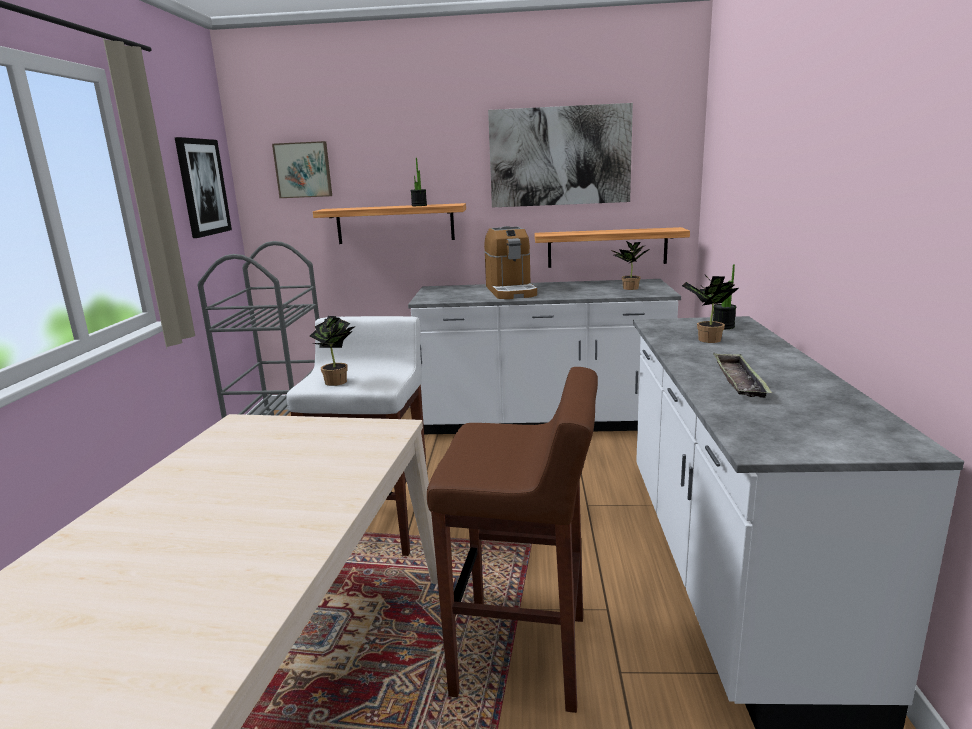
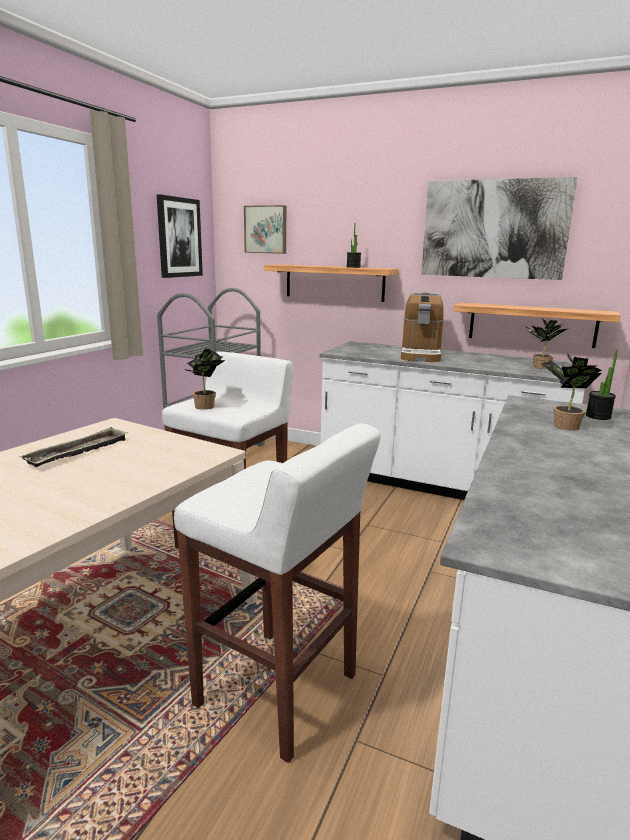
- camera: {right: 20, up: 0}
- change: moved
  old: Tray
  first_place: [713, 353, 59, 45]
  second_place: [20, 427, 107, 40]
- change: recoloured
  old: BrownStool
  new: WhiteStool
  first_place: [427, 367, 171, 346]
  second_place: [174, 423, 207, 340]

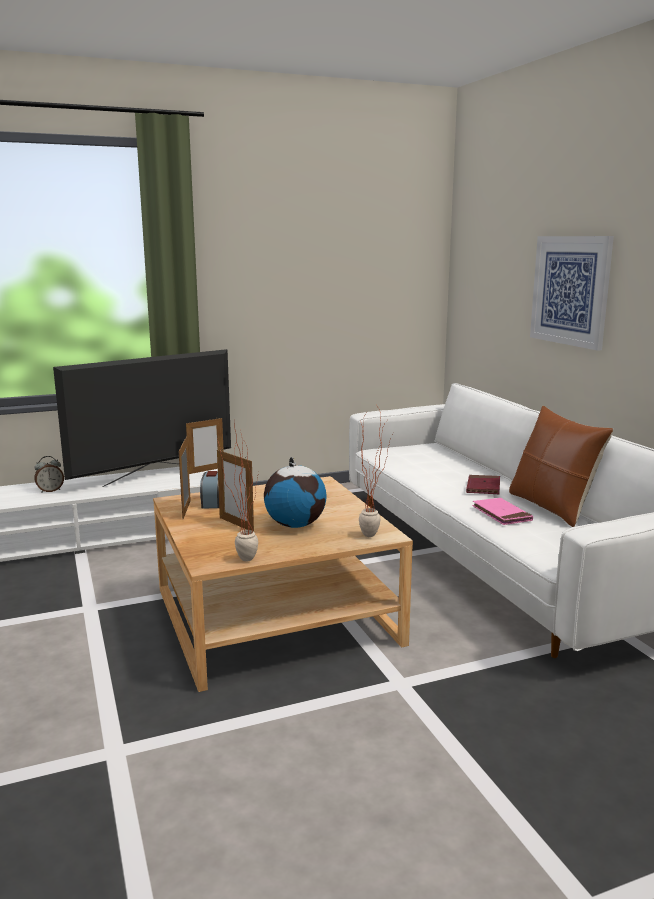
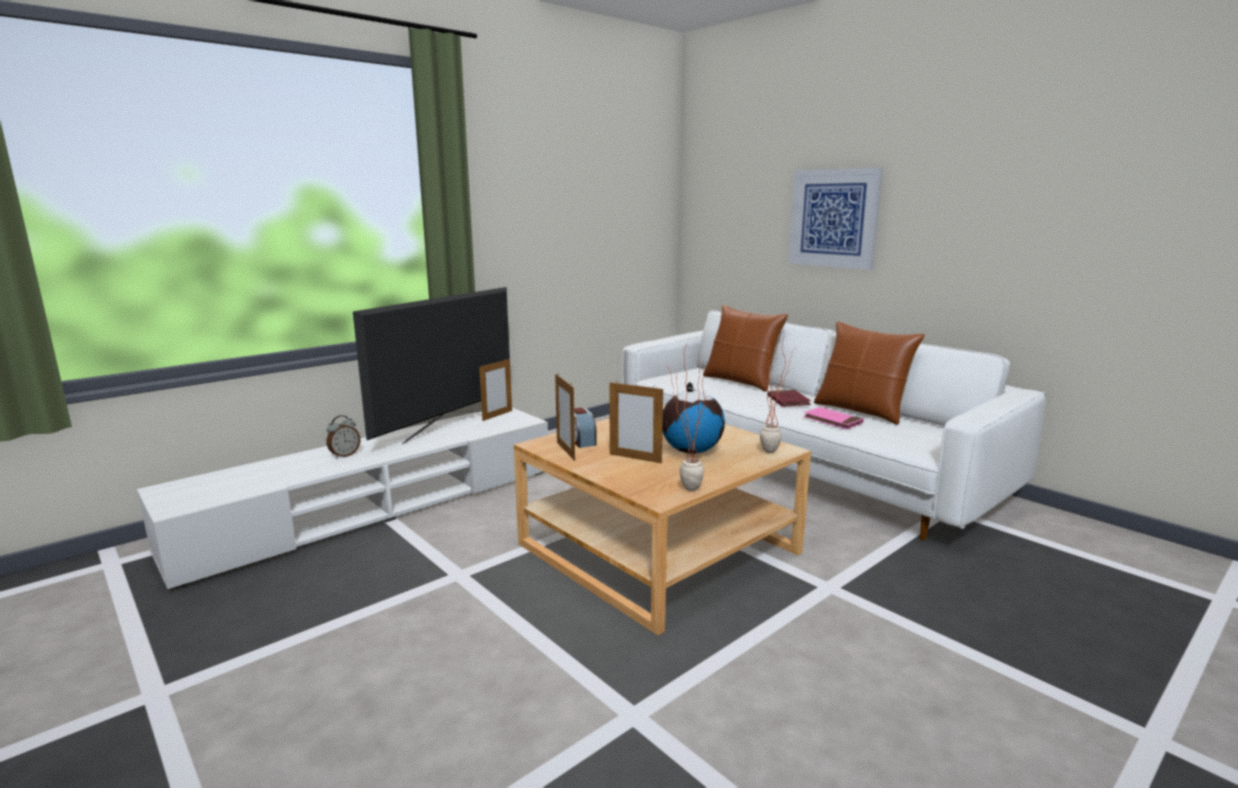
- camera: {right: -20, up: 0}
- change: added
  new: BrownPillow
  second_place: [703, 305, 85, 87]

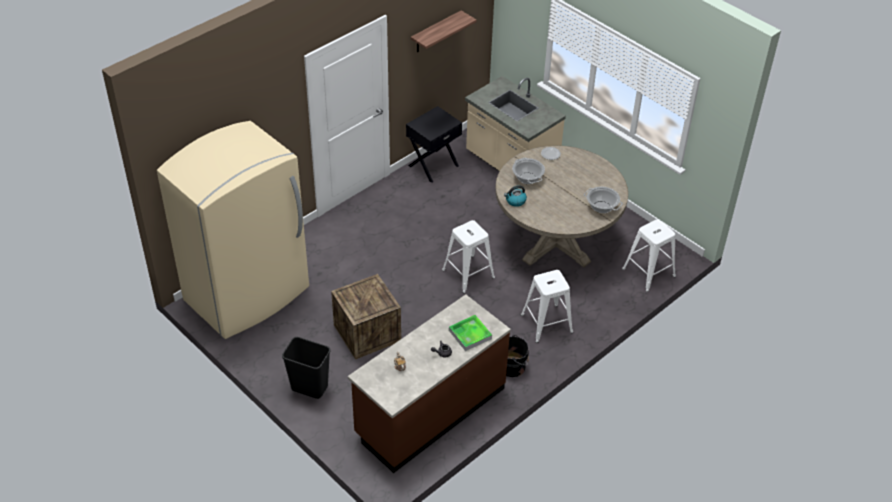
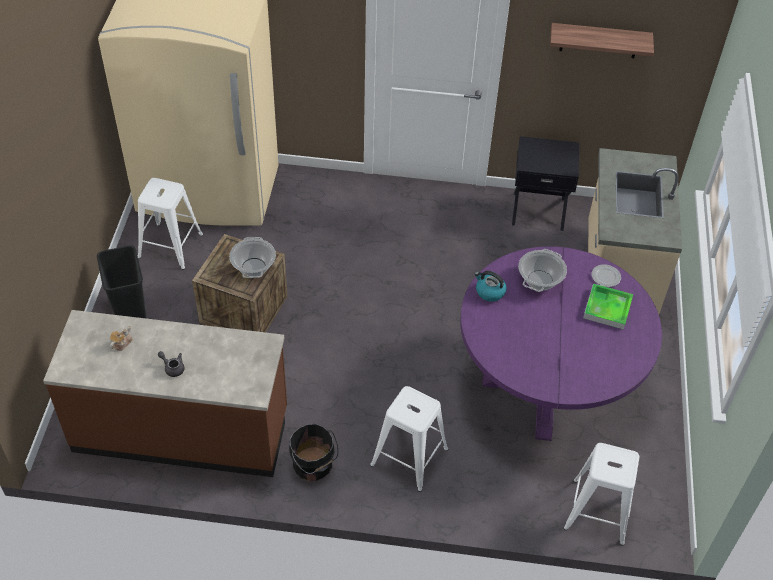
- camera: {right: 50, up: 5}
- change: moved
  old: WhiteStool
  first_place: [442, 220, 53, 73]
  second_place: [138, 178, 65, 92]
- change: moved
  old: Tray
  first_place: [449, 315, 43, 36]
  second_place: [583, 283, 50, 47]
- change: moved
  old: CookingPot
  first_place: [584, 187, 39, 26]
  second_place: [229, 237, 47, 41]
- change: recoloured
  old: BeigeDiningTable
  new: PurpleDiningTable
  first_place: [495, 146, 133, 121]
  second_place: [460, 246, 202, 195]

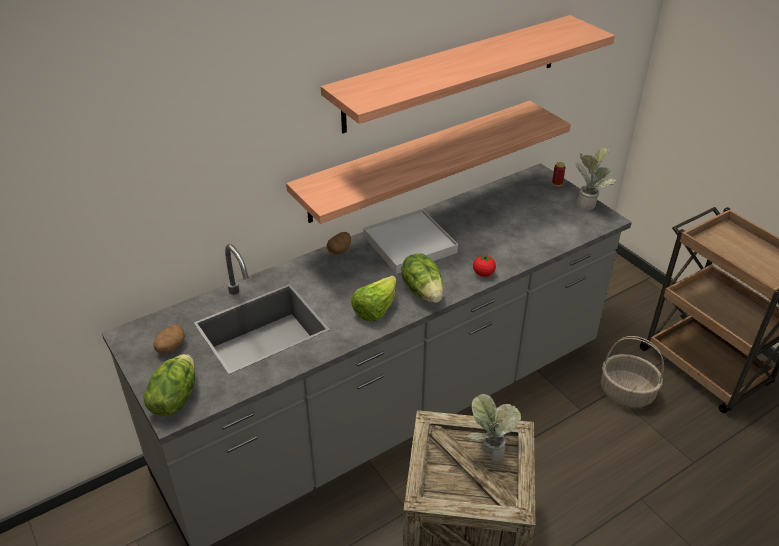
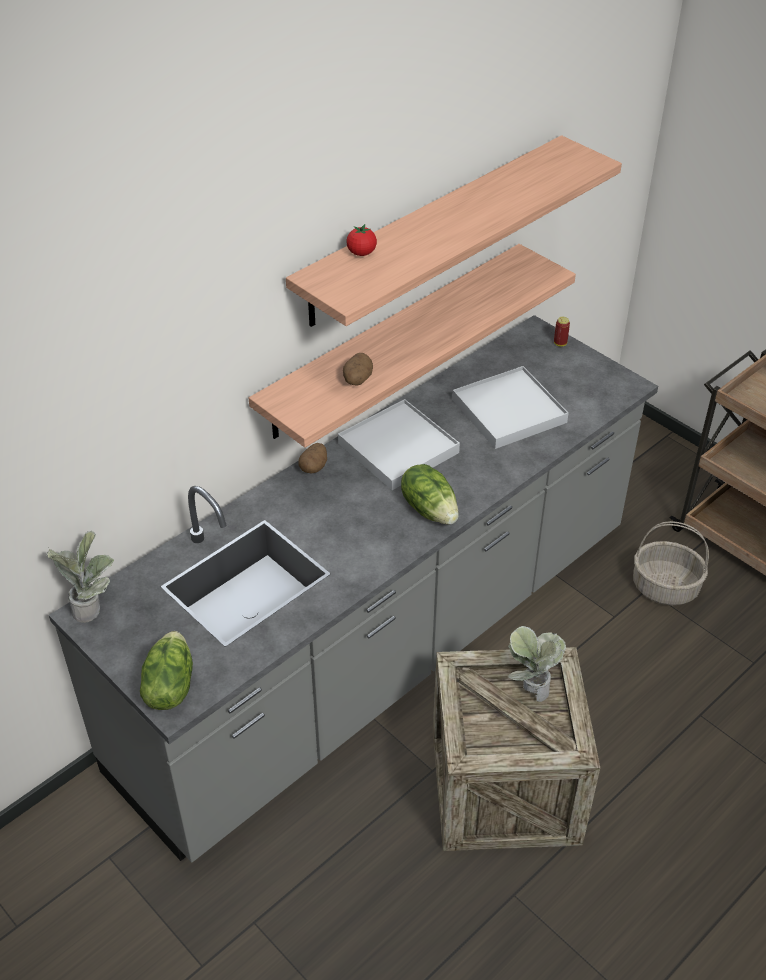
- camera: {right: -10, up: 5}
- change: removed
  old: Lettuce
  first_place: [351, 275, 45, 47]
- change: added
  new: WhiteTray
  second_place: [452, 366, 117, 83]
- change: moved
  old: Potato
  first_place: [153, 325, 32, 29]
  second_place: [343, 353, 30, 32]
- change: moved
  old: Tomato
  first_place: [473, 254, 23, 23]
  second_place: [346, 224, 31, 32]
- change: moved
  old: PottedPlant
  first_place: [575, 148, 41, 63]
  second_place: [47, 531, 67, 92]

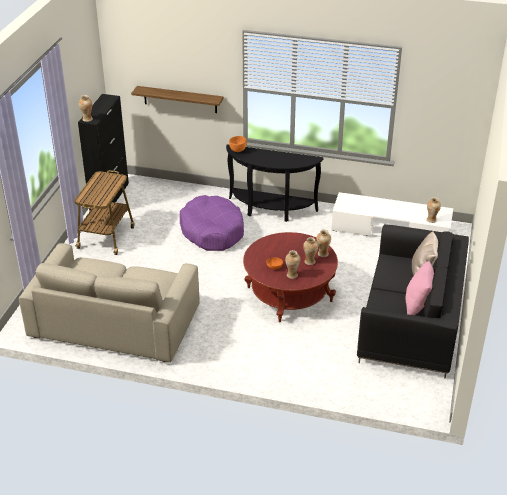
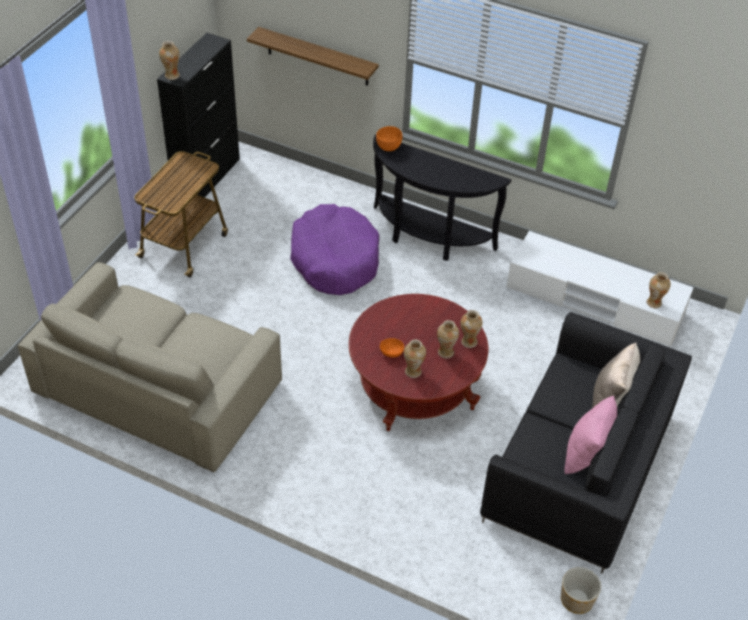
- camera: {right: 10, up: 10}
- change: added
  new: Planter
  second_place: [561, 567, 40, 47]

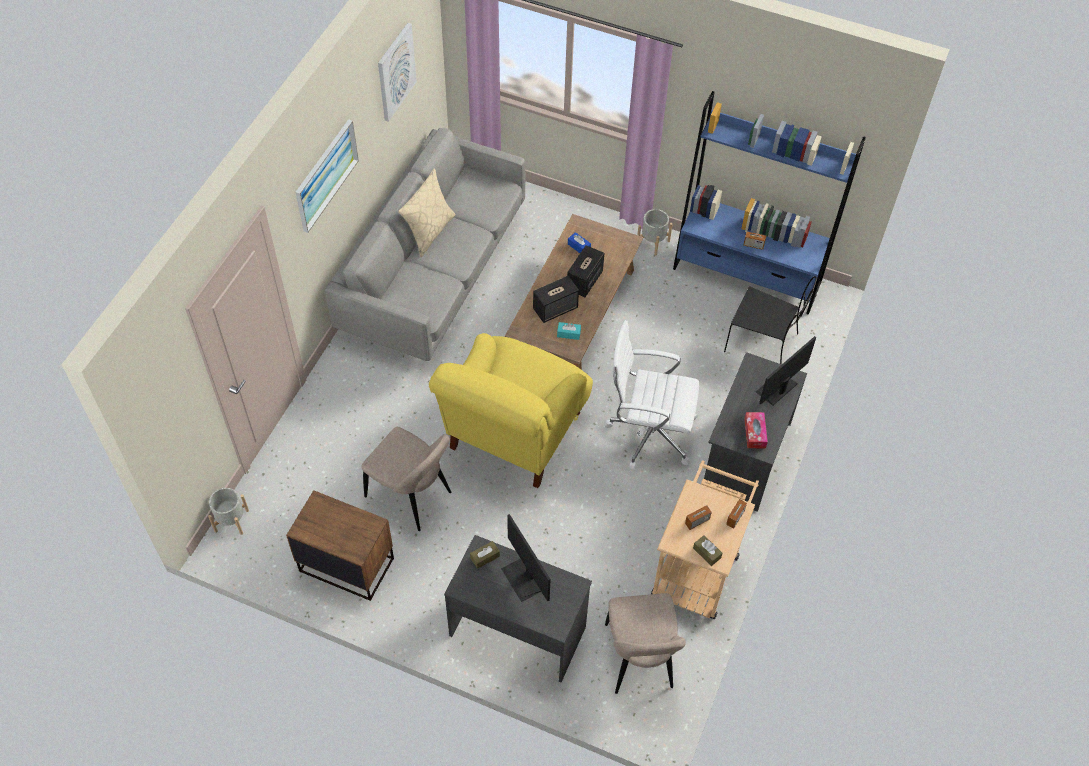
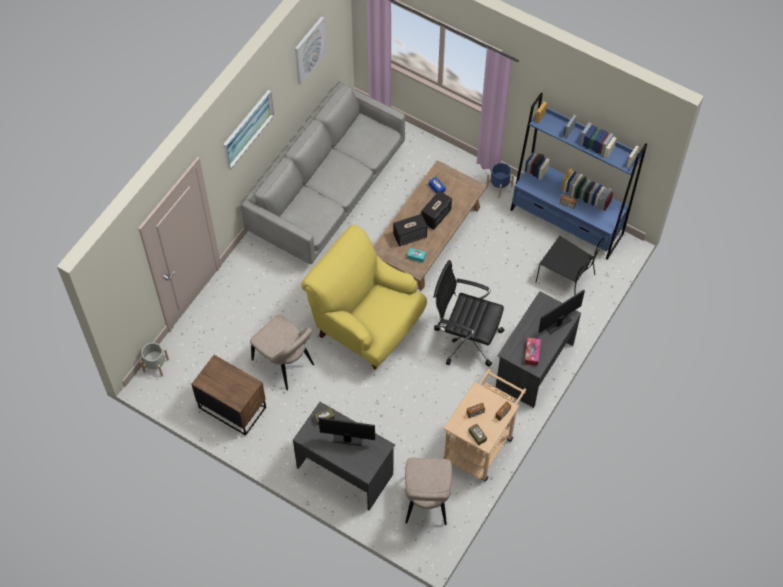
- camera: {right: 10, up: 5}
- change: removed
  old: BeigePillow
  first_place: [398, 168, 58, 89]
- change: recoloured
  old: WhiteOfficeChair
  new: BlackOfficeChair
  first_place: [604, 320, 95, 150]
  second_place: [433, 260, 71, 107]
- change: recoloured
  old: GreyPlanter
  new: BluePlanter
  first_place: [637, 209, 36, 46]
  second_place: [486, 163, 28, 34]
- change: turned
  old: YellowArmchair
  first_place: [429, 333, 164, 155]
  second_place: [302, 225, 125, 145]
  degrees: 90
- change: turned
  old: Monitor
  first_place: [501, 514, 50, 88]
  second_place: [318, 417, 57, 29]
  degrees: 120

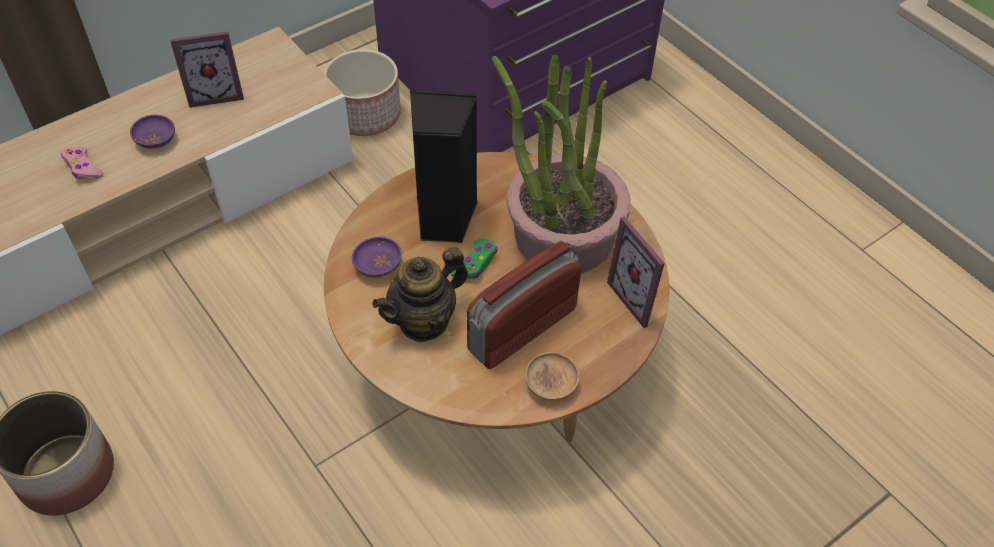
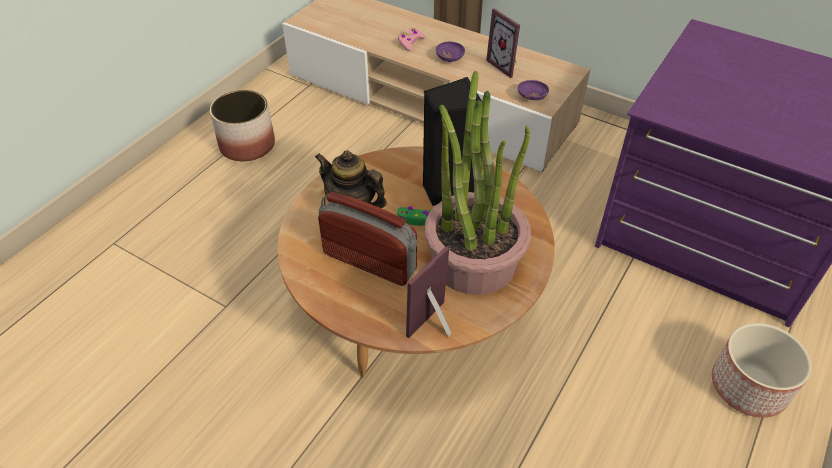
- camera: {right: 70, up: -5}
- change: removed
  old: BrownBowl
  first_place: [525, 352, 55, 49]
- change: moved
  old: Planter
  first_place: [324, 49, 77, 87]
  second_place: [712, 323, 100, 95]
- change: moved
  old: PurpleBowl
  first_place: [352, 237, 50, 40]
  second_place: [518, 80, 31, 20]

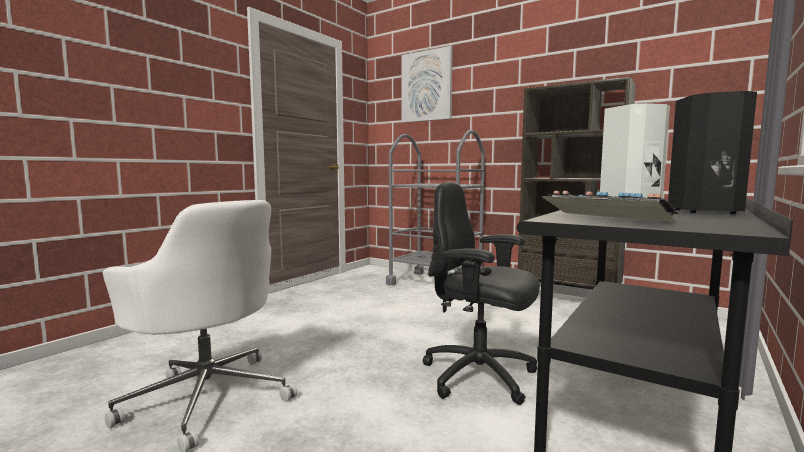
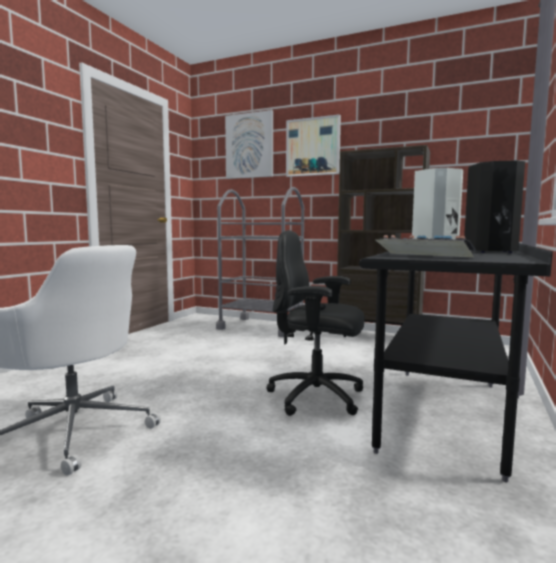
- camera: {right: -10, up: 0}
- change: added
  new: Picture
  second_place: [286, 114, 55, 63]

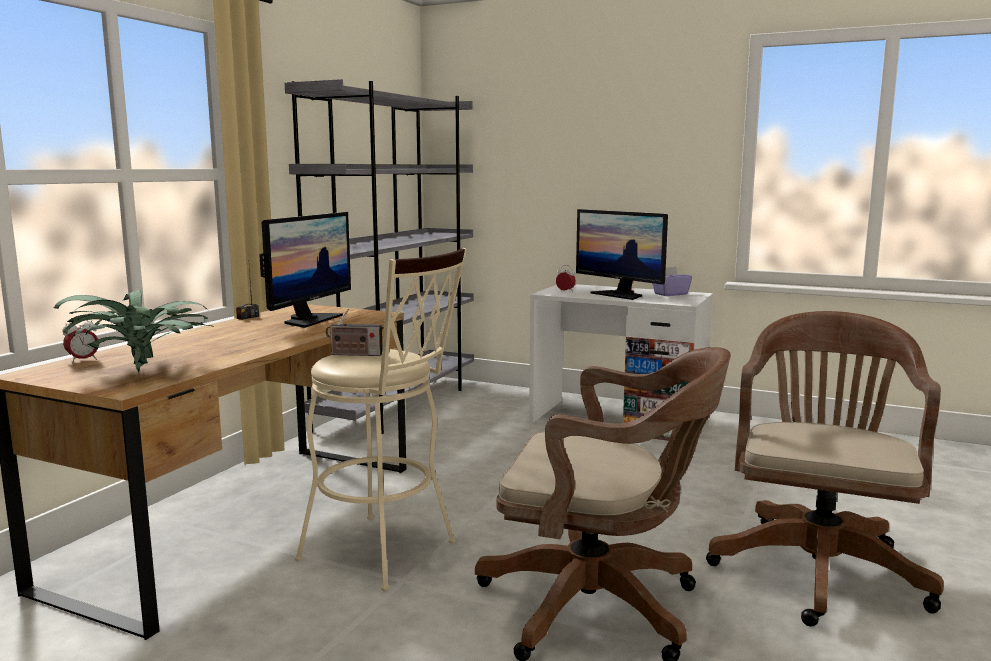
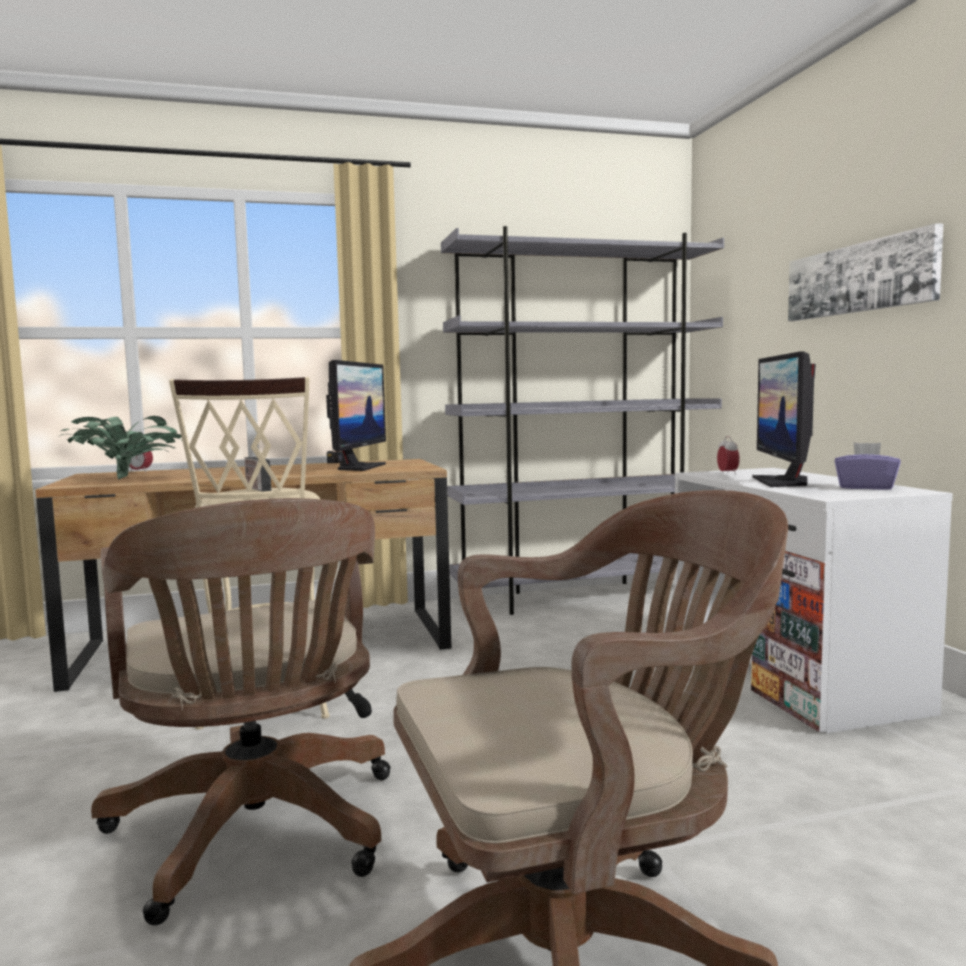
- camera: {right: 50, up: -5}
- change: added
  new: Picture
  second_place: [788, 223, 155, 98]
- change: turned
  old: Monitor
  first_place: [259, 212, 92, 116]
  second_place: [326, 360, 60, 111]
  degrees: -60

